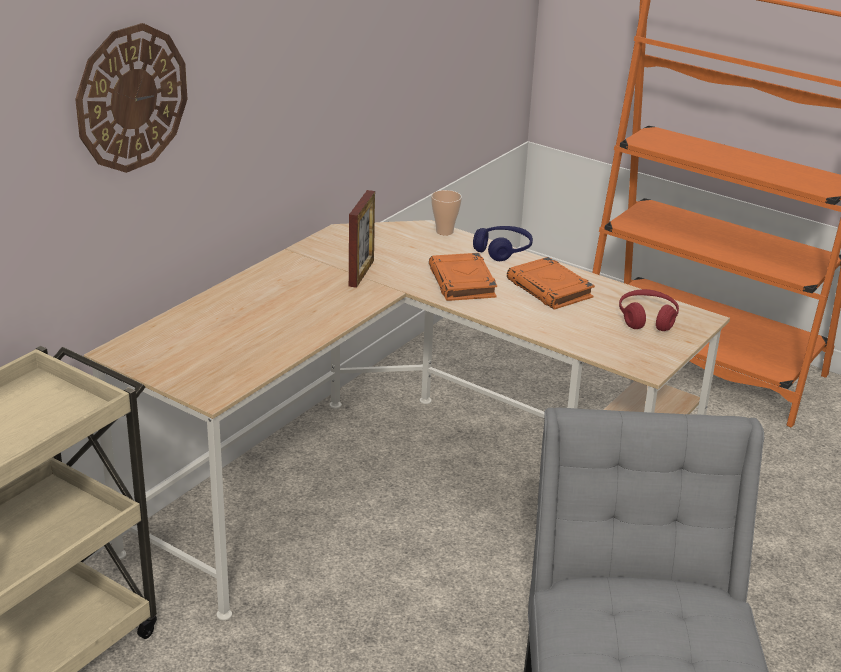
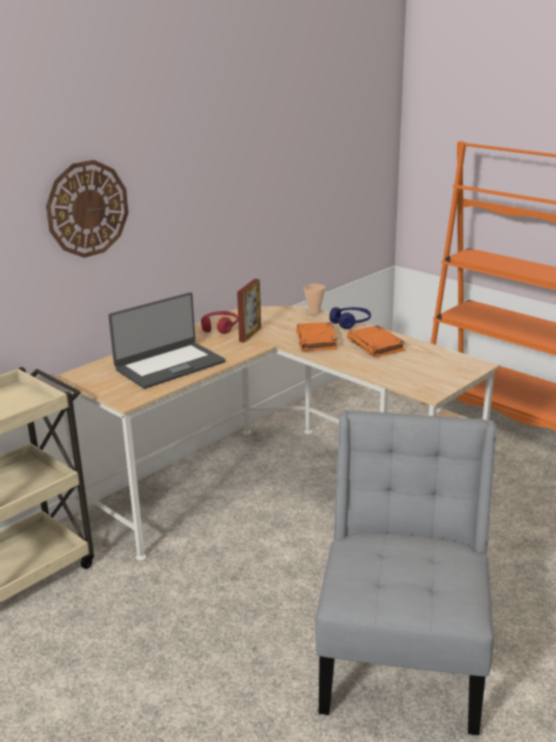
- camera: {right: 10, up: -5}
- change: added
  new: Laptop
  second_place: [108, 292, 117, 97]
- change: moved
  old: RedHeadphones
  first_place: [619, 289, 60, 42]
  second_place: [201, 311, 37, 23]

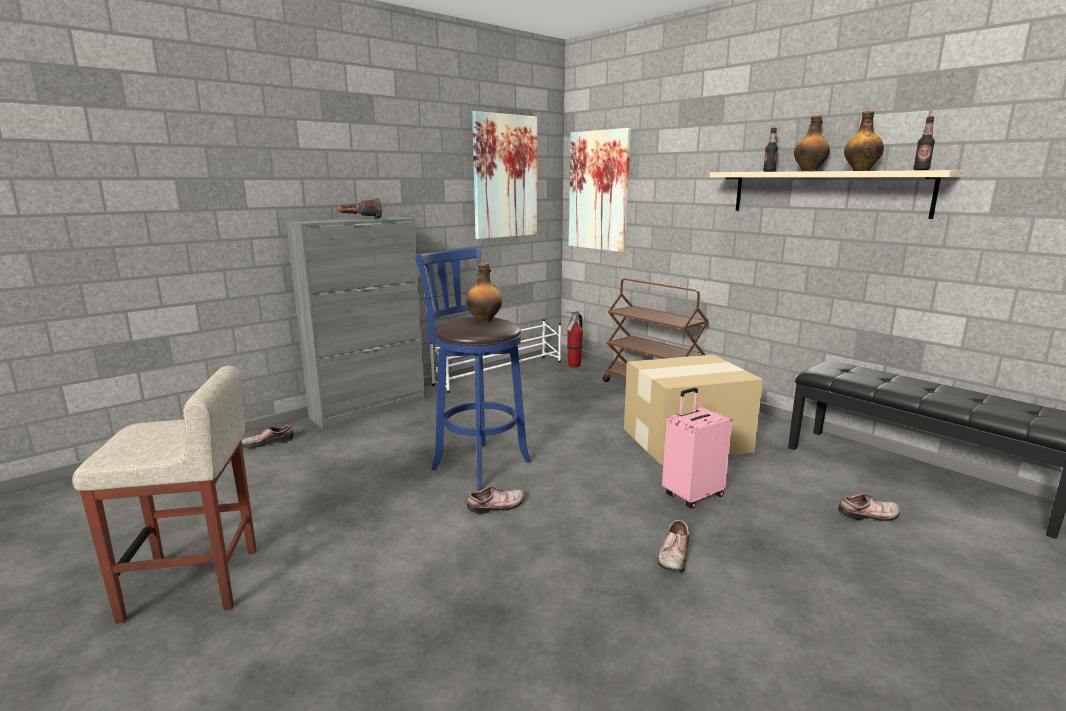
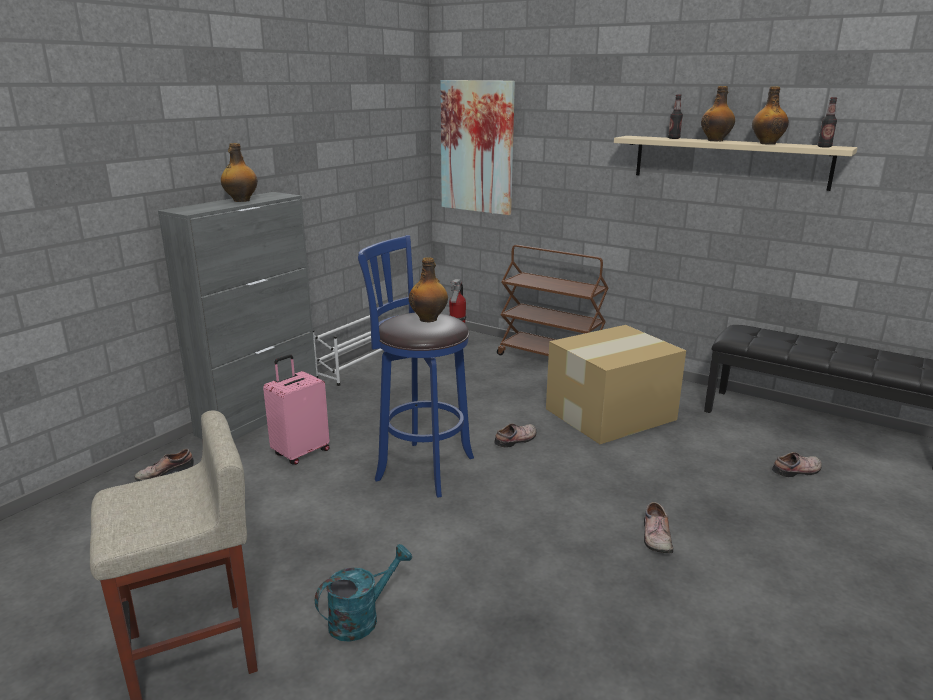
- camera: {right: -15, up: 5}
- change: removed
  old: Picture
  first_place: [472, 111, 65, 128]
- change: added
  new: TurquoiseWateringCan
  second_place: [315, 544, 97, 98]
- change: moved
  old: Shoe
  first_place: [467, 486, 57, 28]
  second_place: [494, 423, 42, 25]
- change: moved
  old: PinkSuitcase
  first_place: [662, 388, 70, 120]
  second_place: [263, 354, 67, 111]
- change: replaced
  old: Flashlight
  new: Bottle
  first_place: [337, 198, 45, 21]
  second_place: [221, 143, 37, 59]

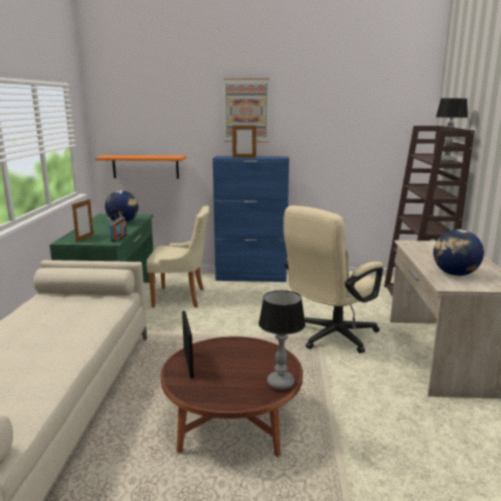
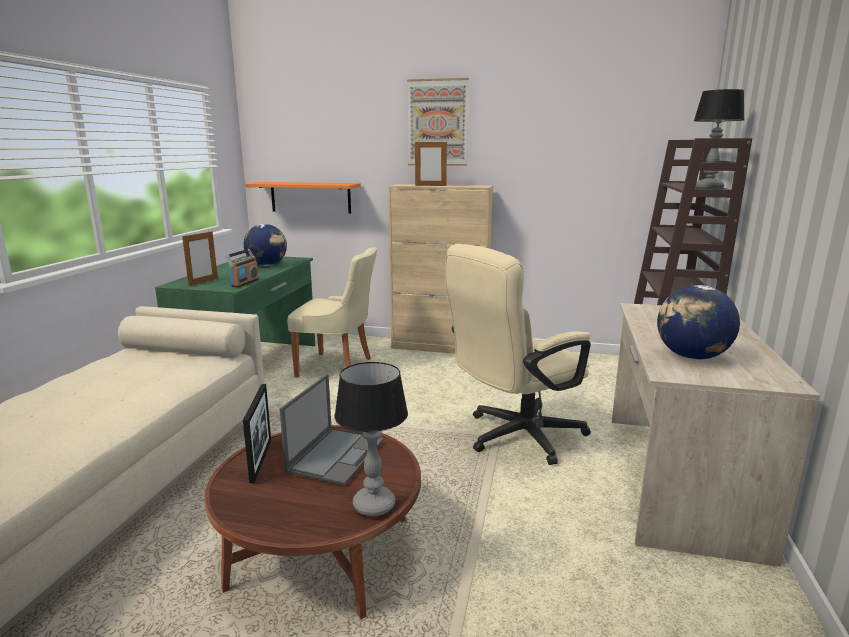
- camera: {right: 10, up: 0}
- change: added
  new: Laptop
  second_place: [279, 374, 104, 111]
- change: recoloured
  old: BlueCabinet
  new: BeigeCabinet
  first_place: [213, 156, 76, 126]
  second_place: [388, 184, 105, 170]

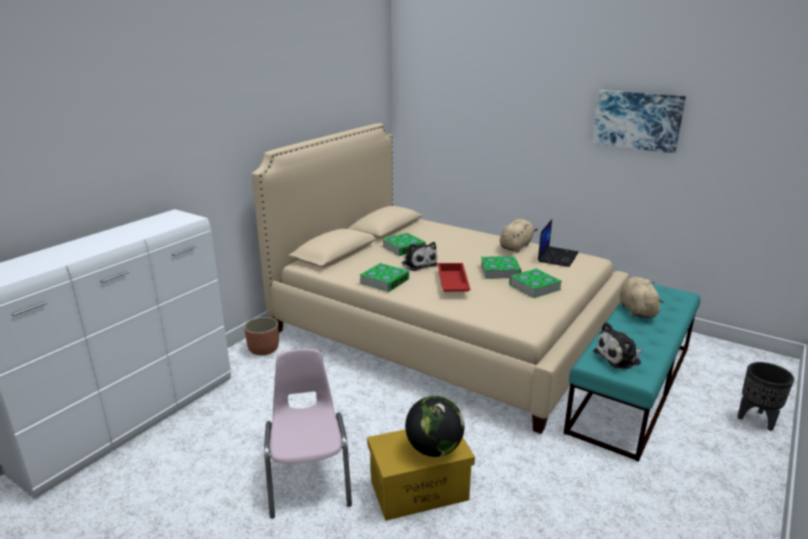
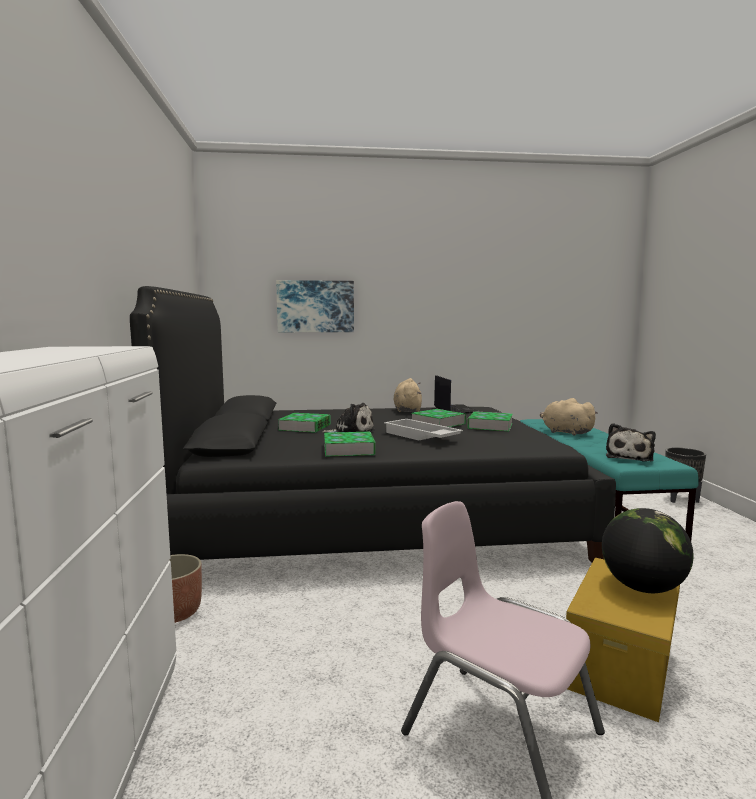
- camera: {right: -40, up: -15}
- change: moved
  old: Picture
  first_place: [593, 90, 93, 63]
  second_place: [276, 280, 78, 52]
- change: recoloured
  old: BeigeBed
  new: BlackBed
  first_place: [252, 123, 377, 311]
  second_place: [130, 286, 486, 276]
- change: recoloured
  old: RedTray
  new: WhiteTray
  first_place: [438, 263, 33, 29]
  second_place: [384, 419, 79, 21]

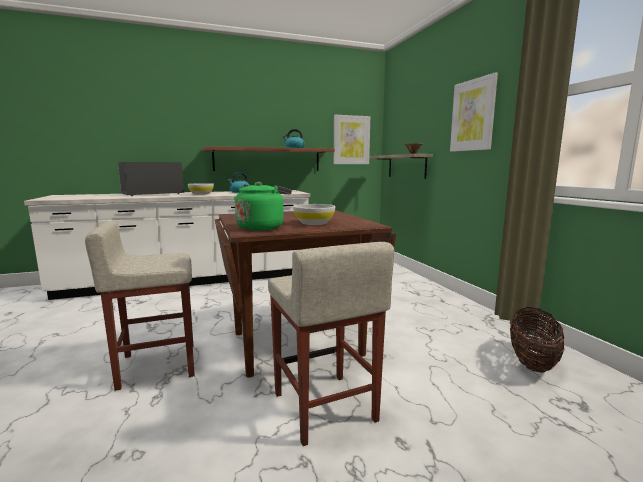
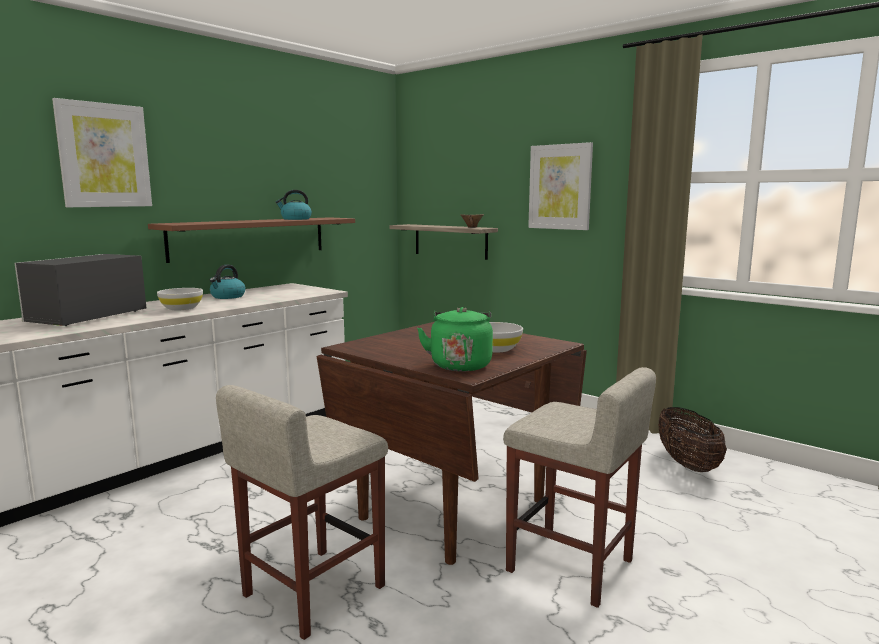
- camera: {right: -30, up: 0}
- change: moved
  old: Picture
  first_place: [334, 115, 36, 49]
  second_place: [52, 98, 100, 109]

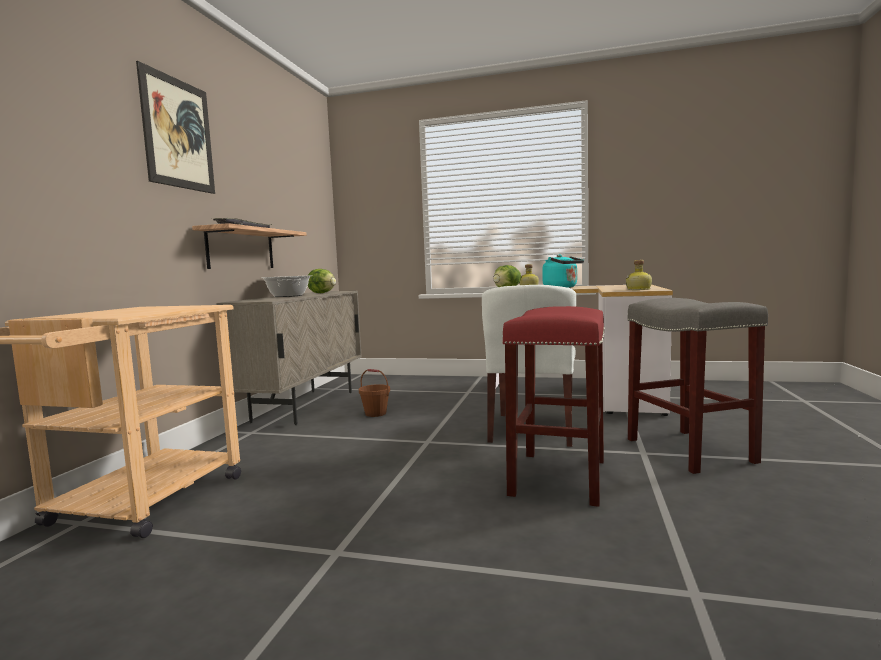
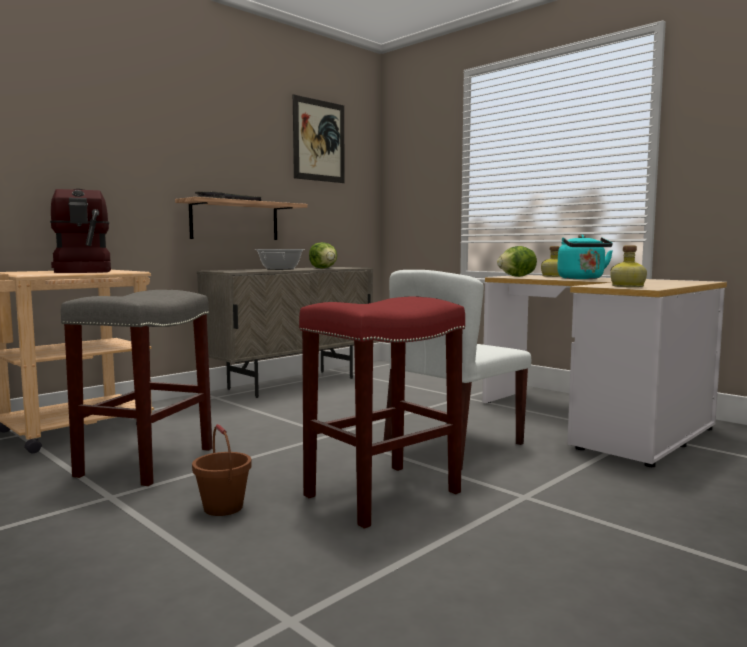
- camera: {right: 30, up: 0}
- change: added
  new: CoffeeMachine
  second_place: [50, 189, 61, 84]
- change: moved
  old: Picture
  first_place: [136, 61, 79, 133]
  second_place: [293, 94, 52, 89]
- change: moved
  old: BrownBucket
  first_place: [359, 369, 31, 48]
  second_place: [192, 424, 60, 92]
- change: moved
  old: GreyStool
  first_place: [628, 298, 140, 176]
  second_place: [61, 290, 151, 196]

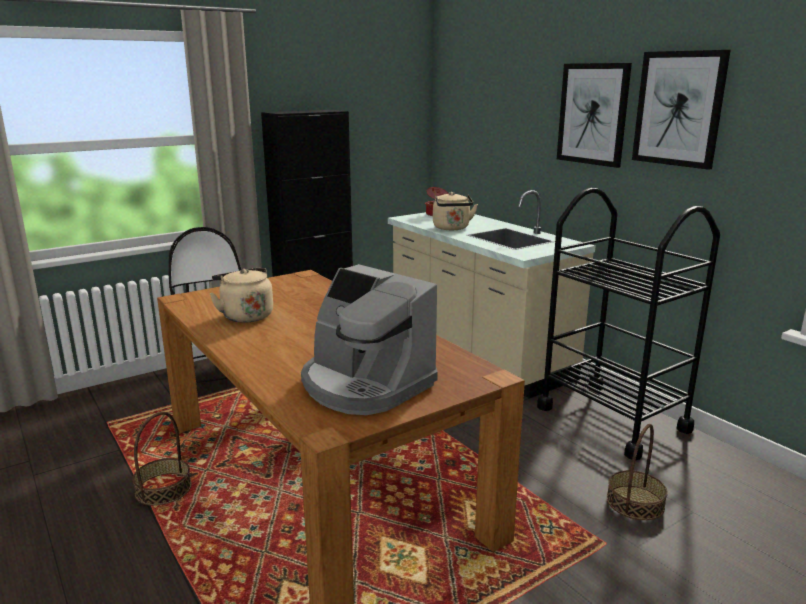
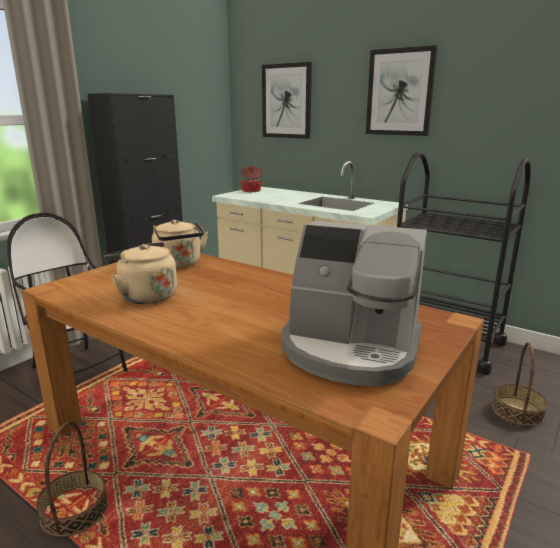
- camera: {right: -20, up: 0}
- change: moved
  old: BeigeKettle
  first_place: [433, 192, 45, 38]
  second_place: [152, 220, 56, 49]
- change: moved
  old: Picture
  first_place: [632, 50, 99, 120]
  second_place: [262, 62, 50, 77]

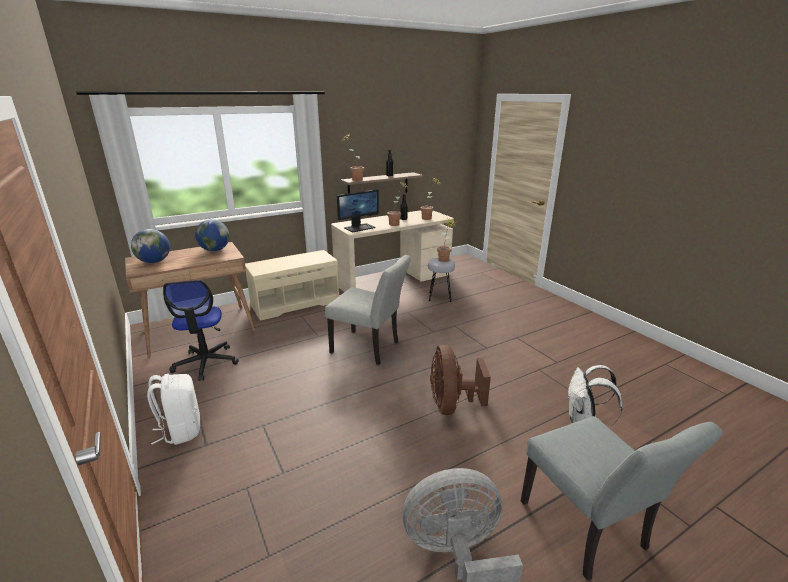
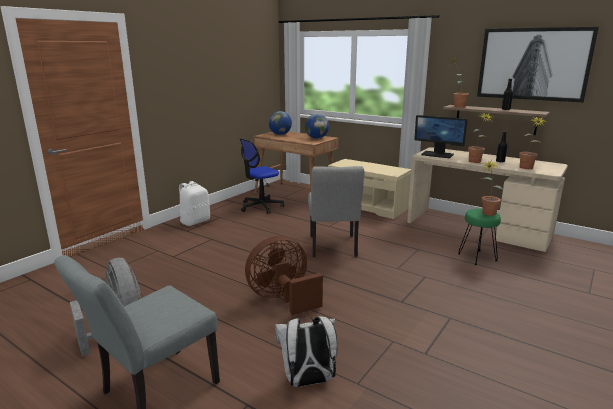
- camera: {right: 65, up: -5}
- change: added
  new: Picture
  second_place: [477, 27, 122, 75]
- change: recoloured
  old: GreyStool
  new: GreenStool
  first_place: [428, 258, 27, 44]
  second_place: [458, 209, 43, 56]

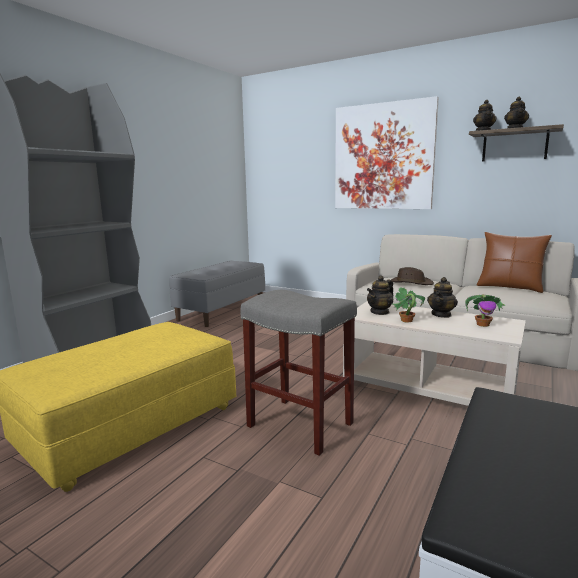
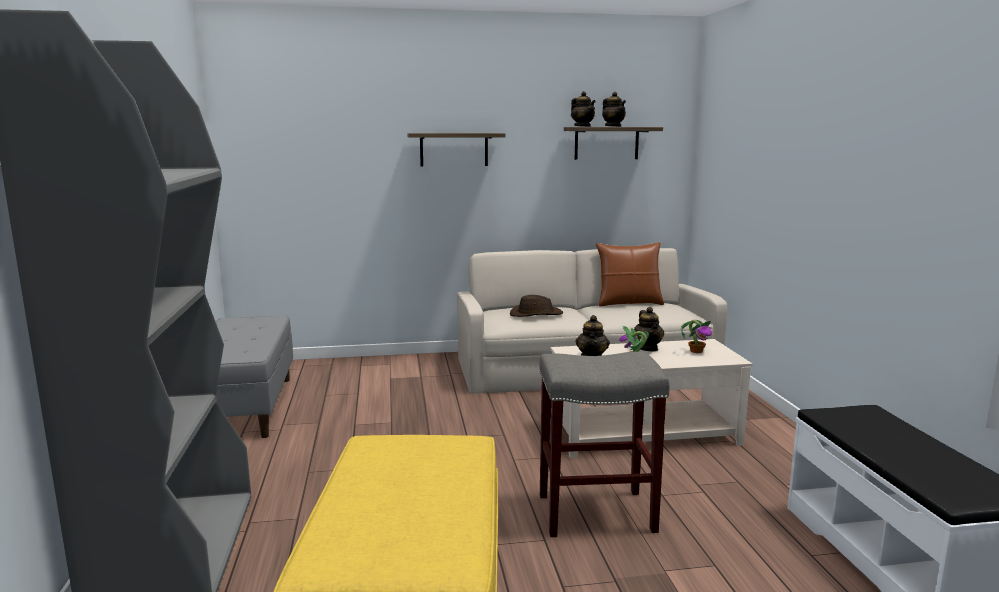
- camera: {right: -40, up: 0}
- change: replaced
  old: Picture
  new: Shelf
  first_place: [335, 96, 104, 113]
  second_place: [407, 133, 99, 34]

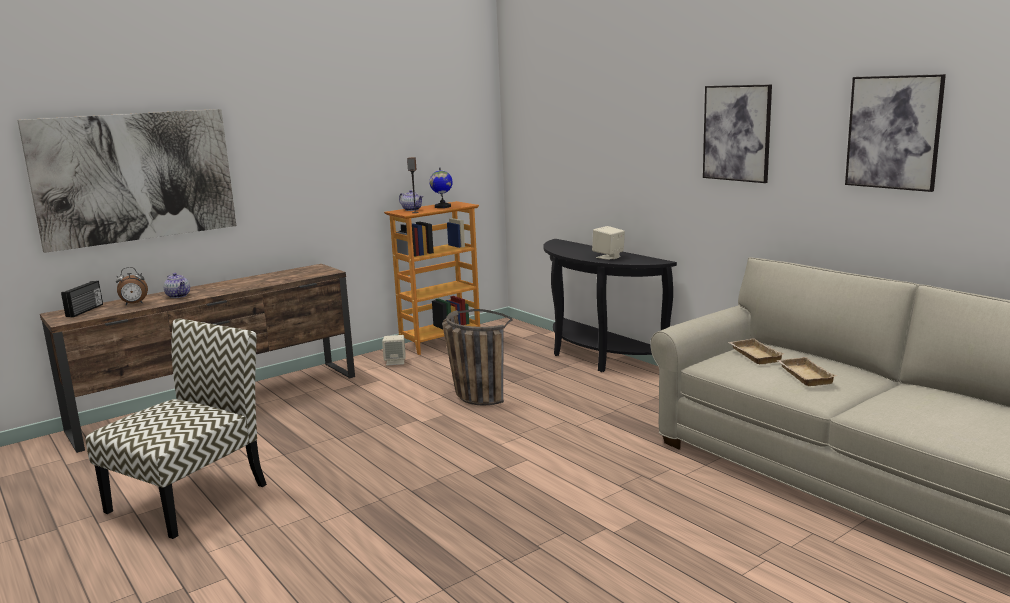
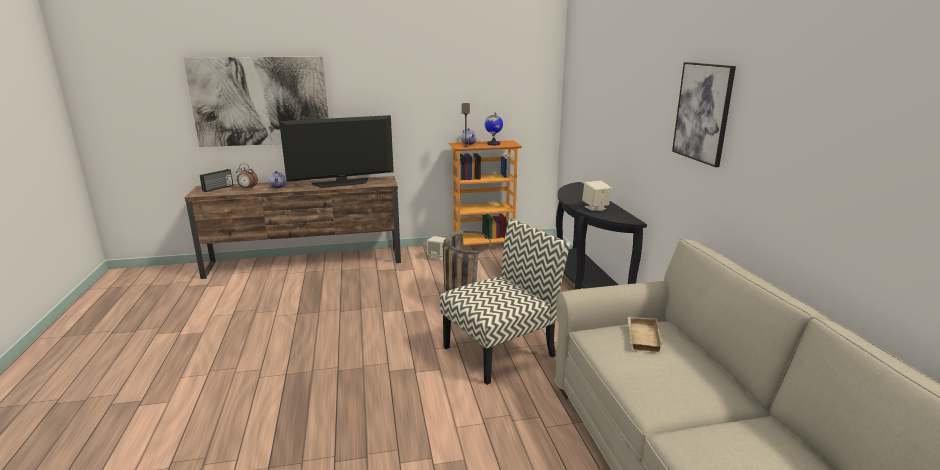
- camera: {right: 25, up: 5}
- change: removed
  old: BeigeTray
  first_place: [777, 357, 60, 29]
- change: removed
  old: Picture
  first_place: [845, 74, 101, 118]
- change: added
  new: Television
  second_place: [279, 115, 115, 73]
- change: moved
  old: Chair
  first_place: [86, 319, 181, 220]
  second_place: [440, 219, 130, 166]

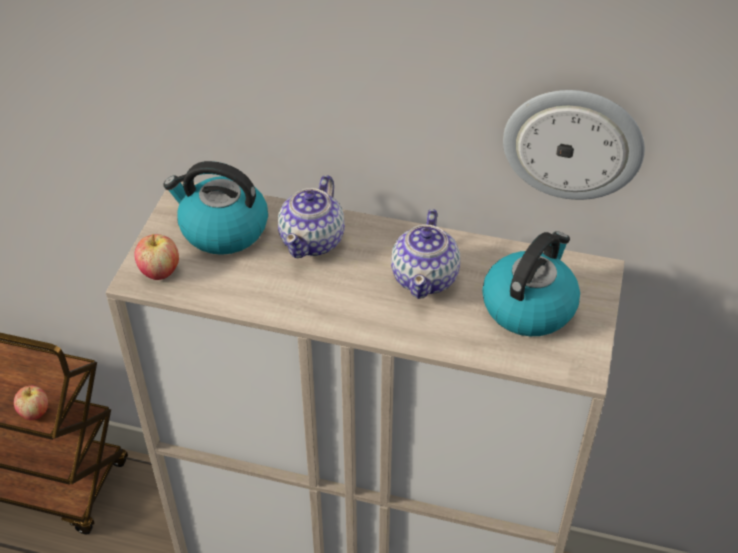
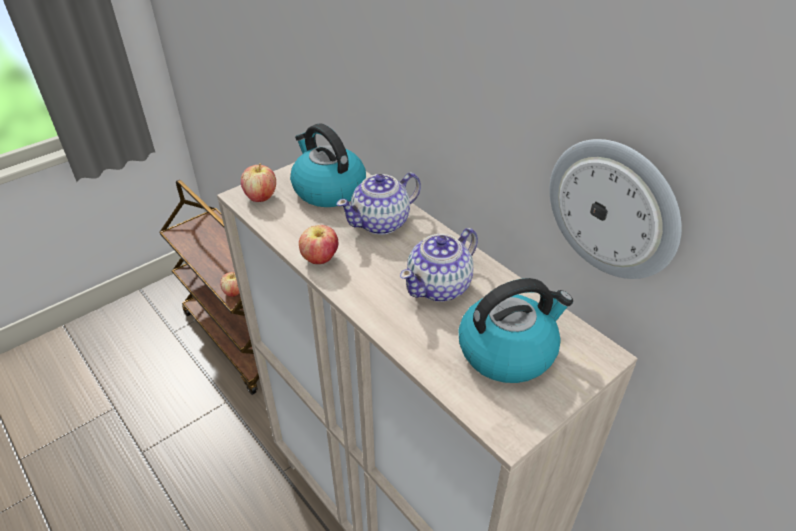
- camera: {right: 35, up: -5}
- change: added
  new: Apple
  second_place: [299, 225, 40, 39]

